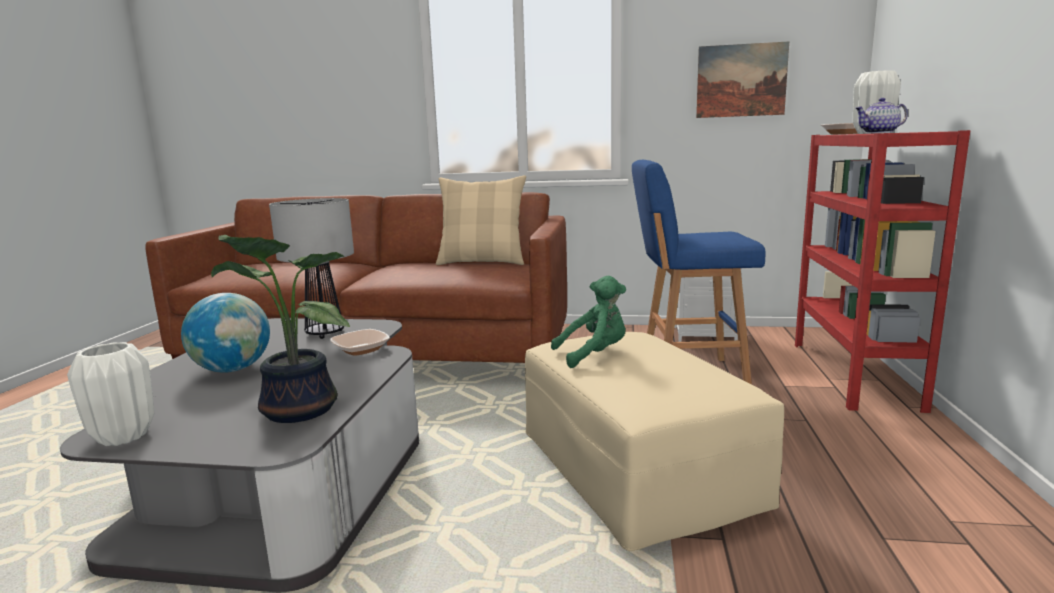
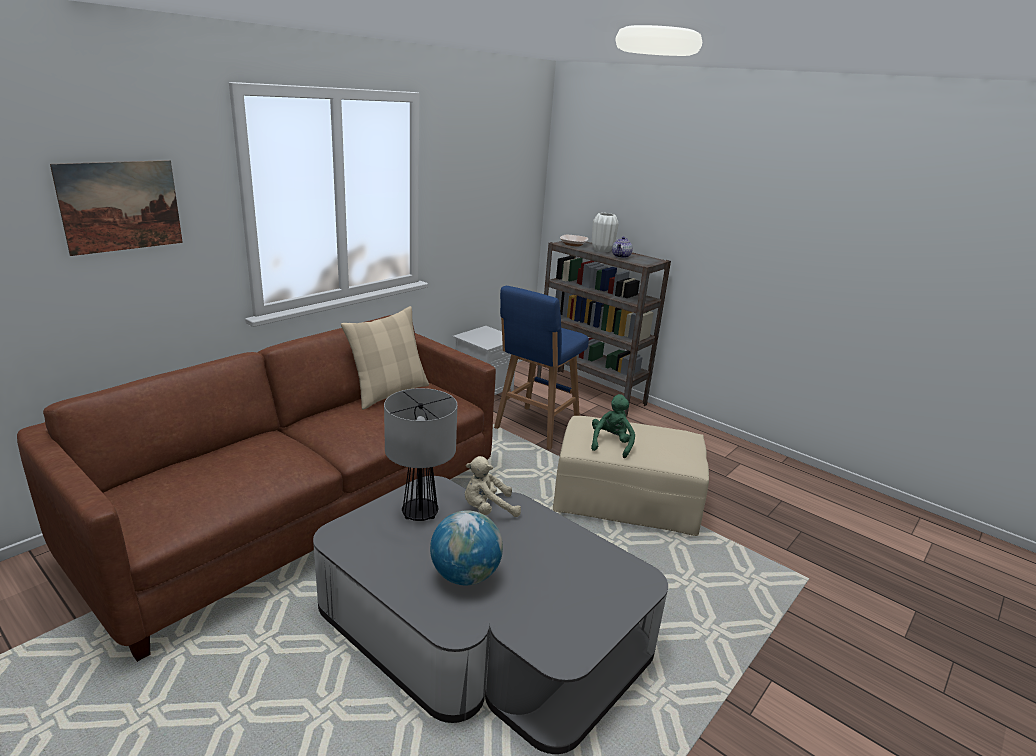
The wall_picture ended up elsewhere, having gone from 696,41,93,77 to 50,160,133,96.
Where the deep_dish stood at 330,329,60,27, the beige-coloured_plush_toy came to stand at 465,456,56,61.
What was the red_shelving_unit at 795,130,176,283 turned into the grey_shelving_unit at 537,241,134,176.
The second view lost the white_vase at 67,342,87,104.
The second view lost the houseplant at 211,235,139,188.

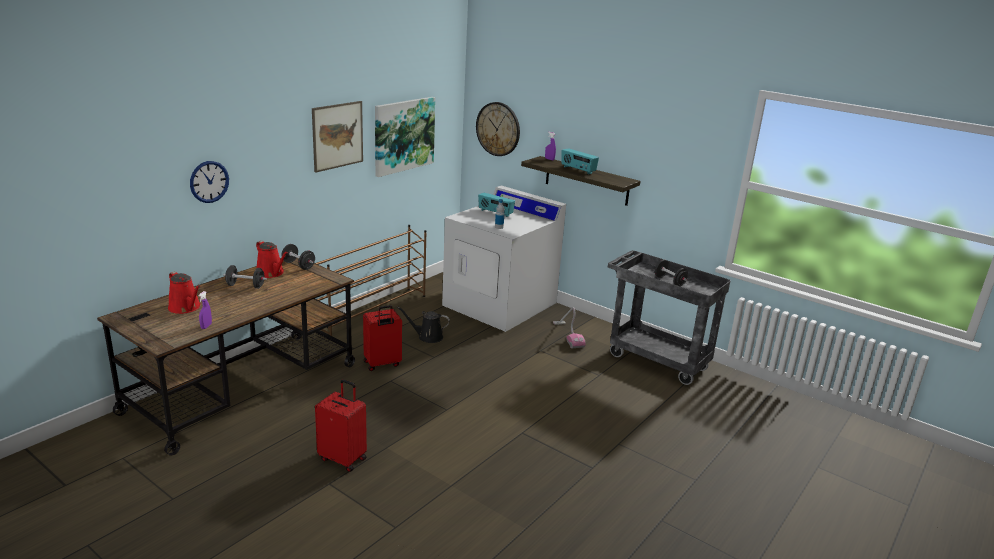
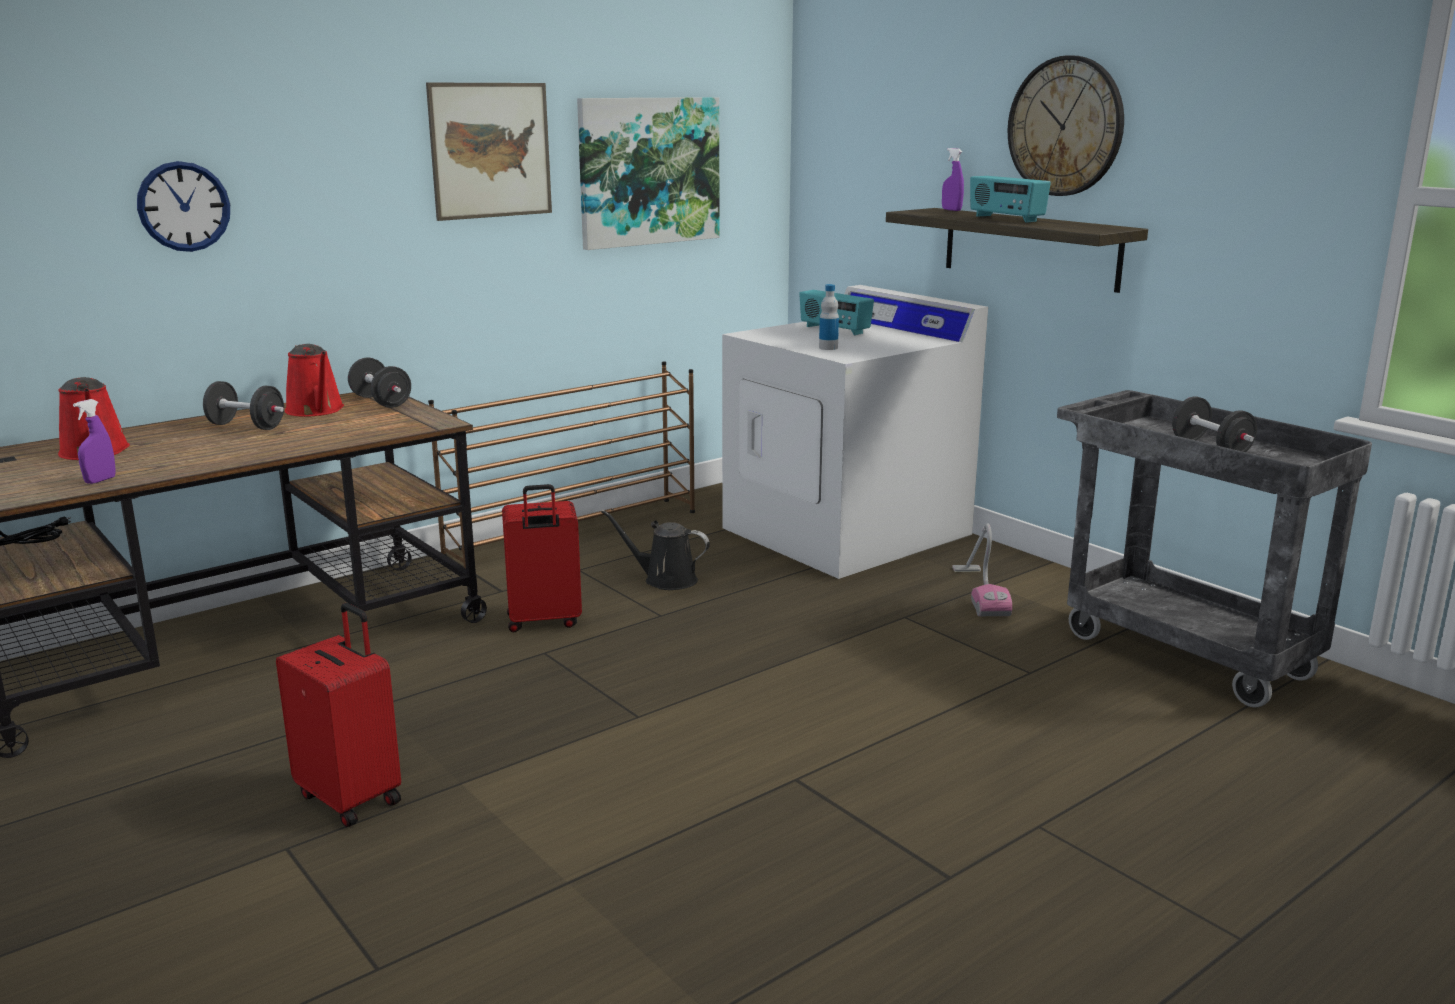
The hanging_clock ended up elsewhere, having gone from 476,102,44,54 to 1008,55,116,141.

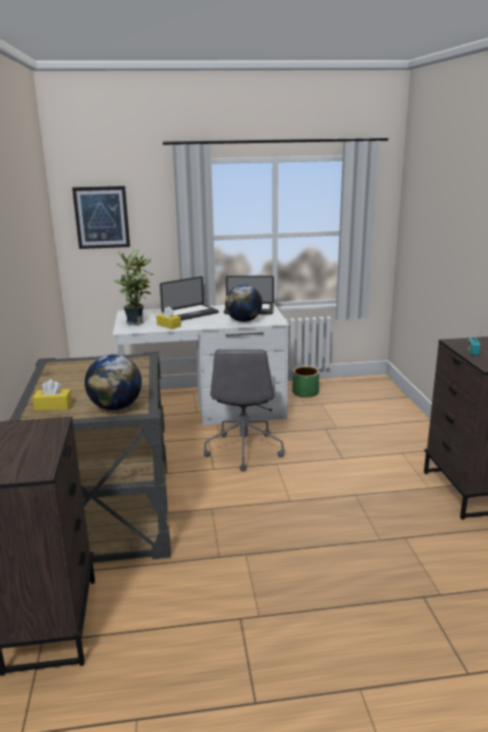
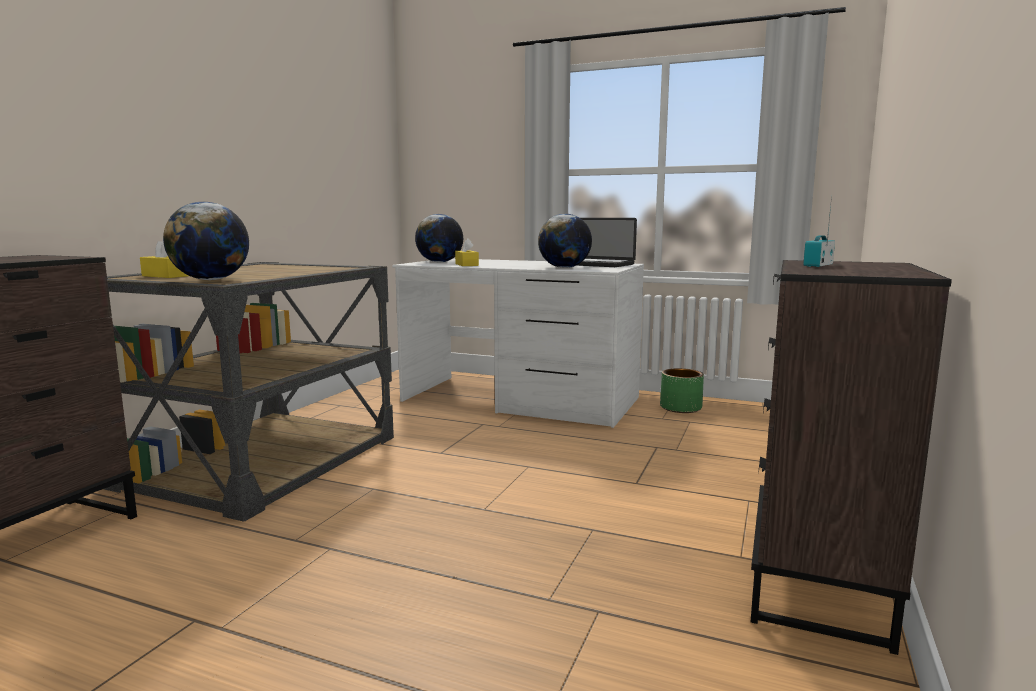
Where the houseplant stood at 114,250,39,75, the globe came to stand at 415,214,48,48.
The second view lost the wall_picture at 72,186,58,63.
The second view lost the notebook_computer at 160,276,59,45.
The second view lost the grey_computer_chair at 203,349,81,122.

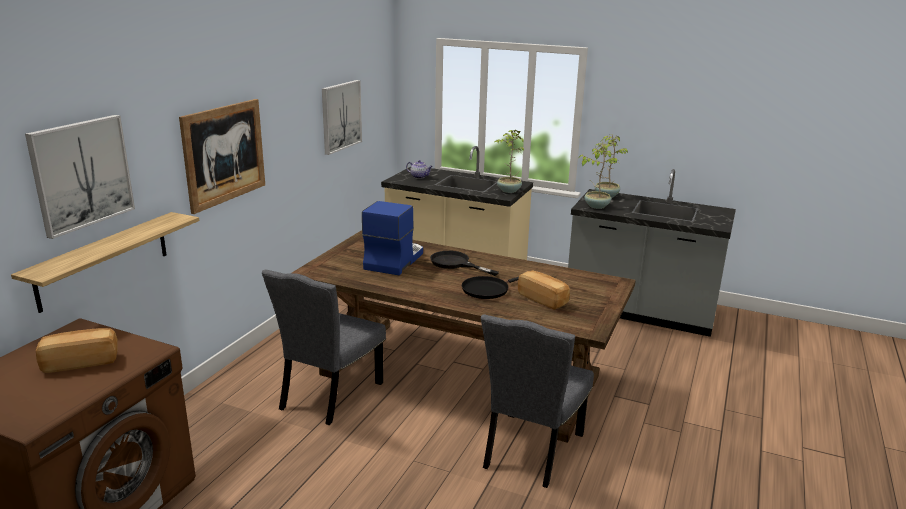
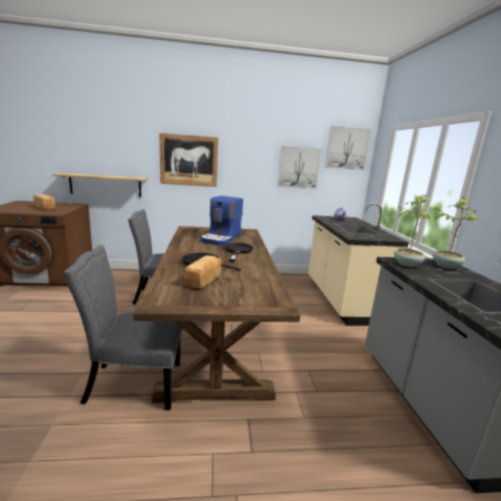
The coffee_machine at 362,201,61,74 ended up facing another way, 120 degrees clockwise from before.
The wall_picture ended up elsewhere, having gone from 25,115,110,124 to 325,126,46,45.
The second view lost the houseplant at 495,130,29,63.

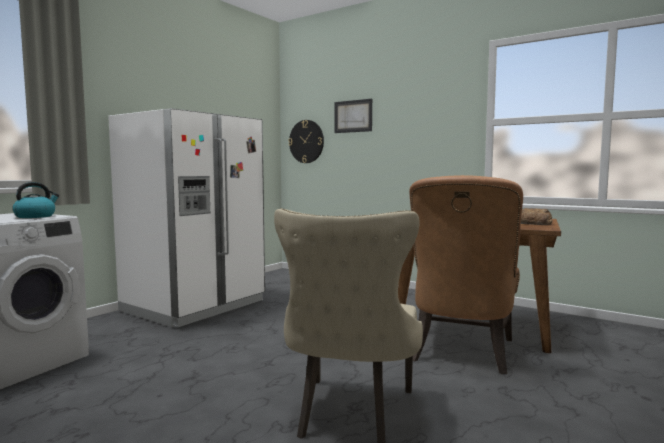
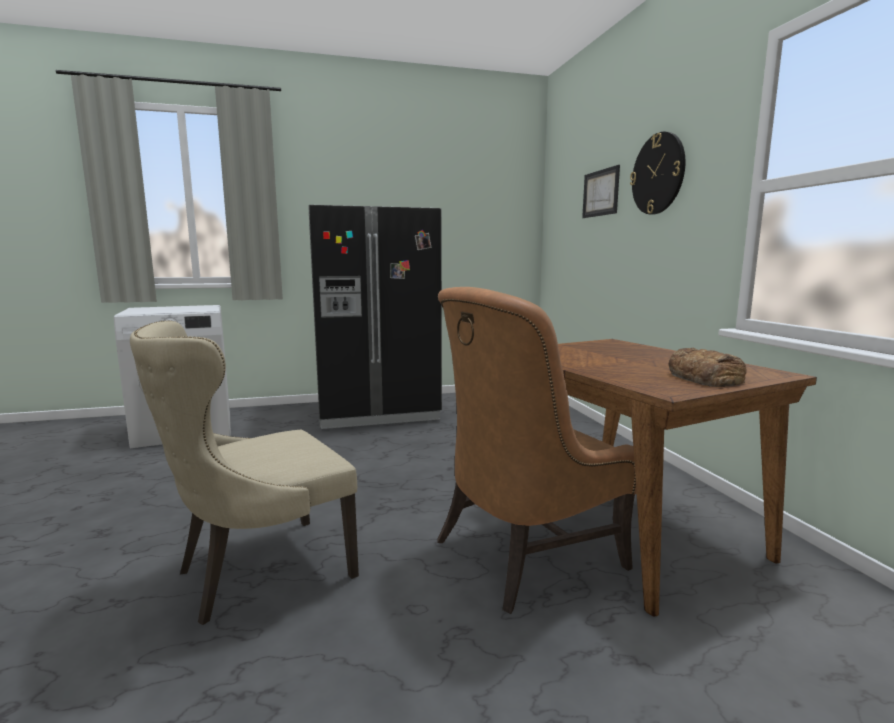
What was the white_refrigerator at 108,108,157,219 turned into the black_refrigerator at 308,205,134,224.
The hanging_clock ended up elsewhere, having gone from 288,120,36,43 to 630,132,55,82.
The second view lost the kettle at 12,182,47,36.

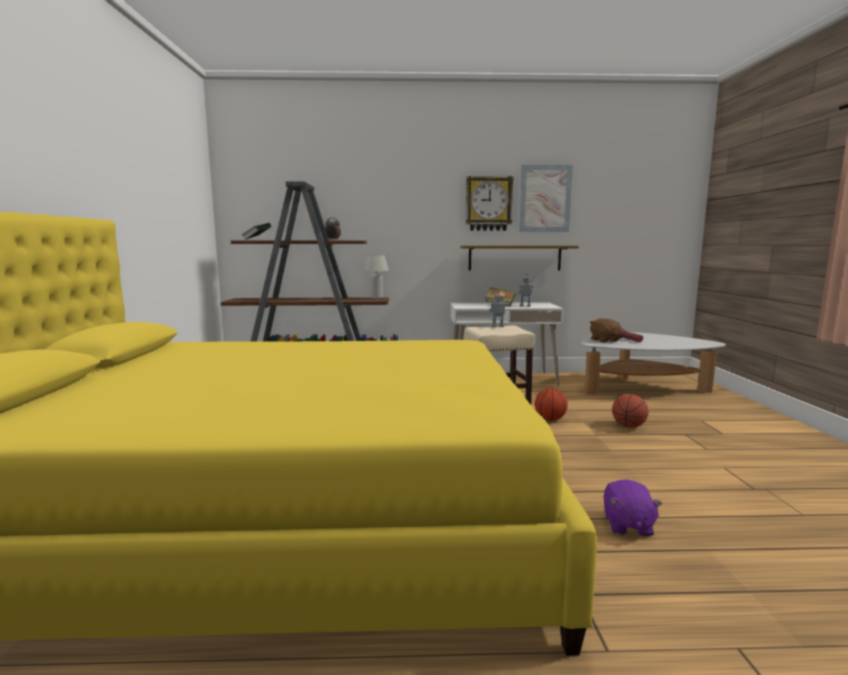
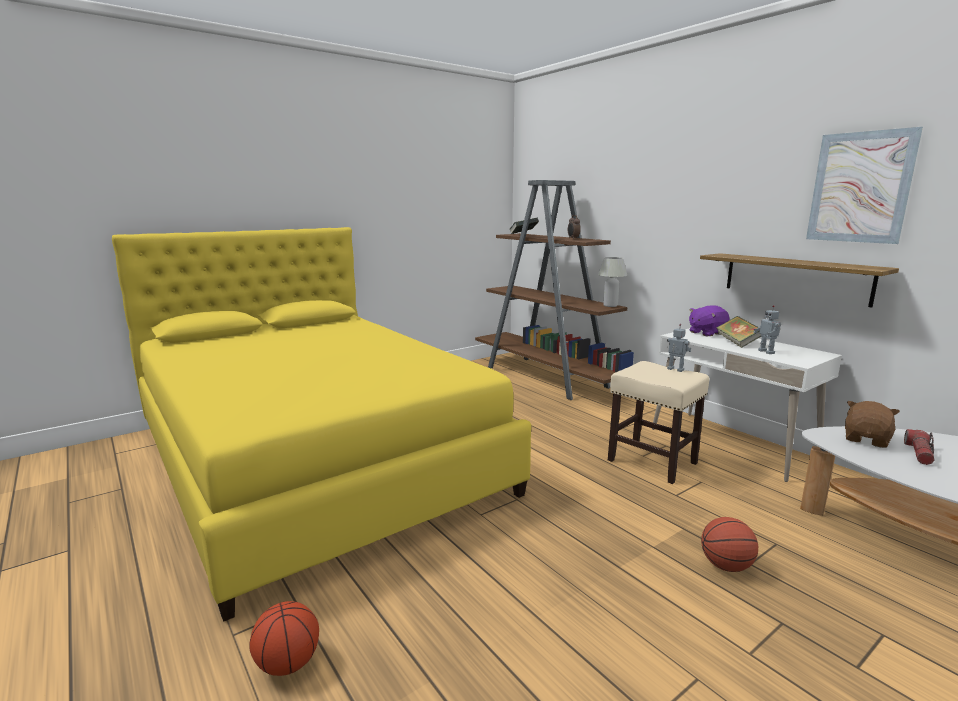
The ball_for_basketball ended up elsewhere, having gone from 535,388,33,33 to 249,601,70,75.
The purplish_plush_toy ended up elsewhere, having gone from 603,479,59,58 to 689,306,41,30.
The second view lost the hanging_clock at 466,176,48,55.

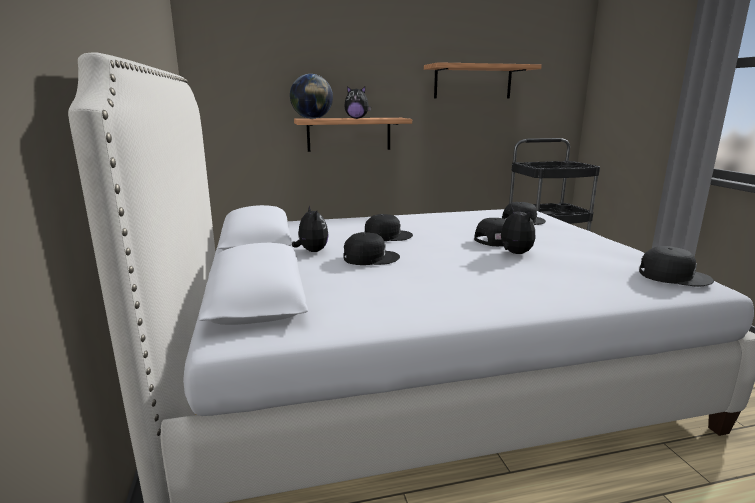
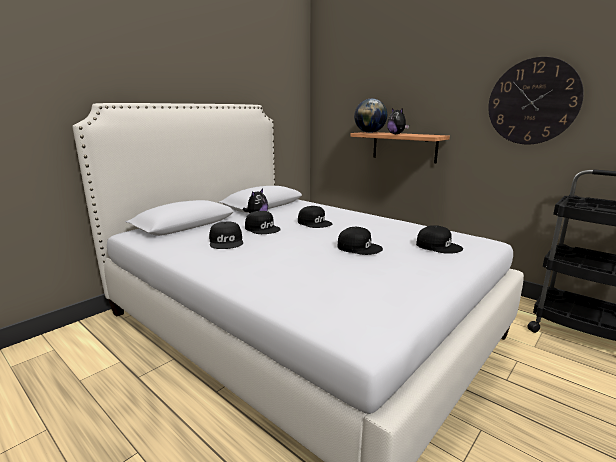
The black_peaked_cap ended up elsewhere, having gone from 639,246,75,41 to 209,222,34,27.
Where the wall_shelf hung at 424,62,118,37, the hanging_clock came to hang at 488,57,96,88.
The second view lost the plush_toy at 495,206,41,48.

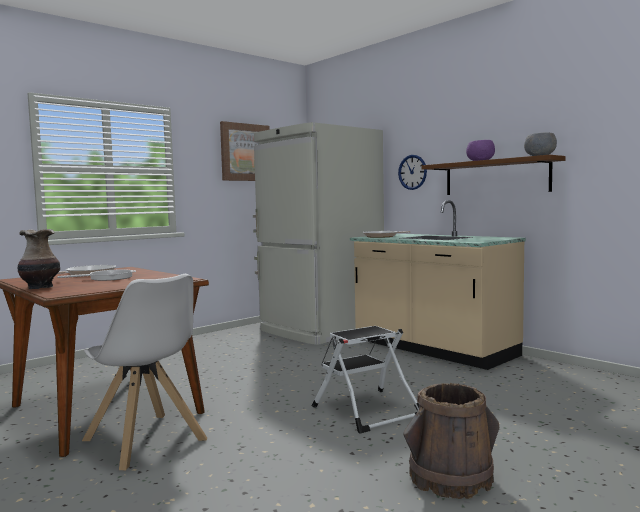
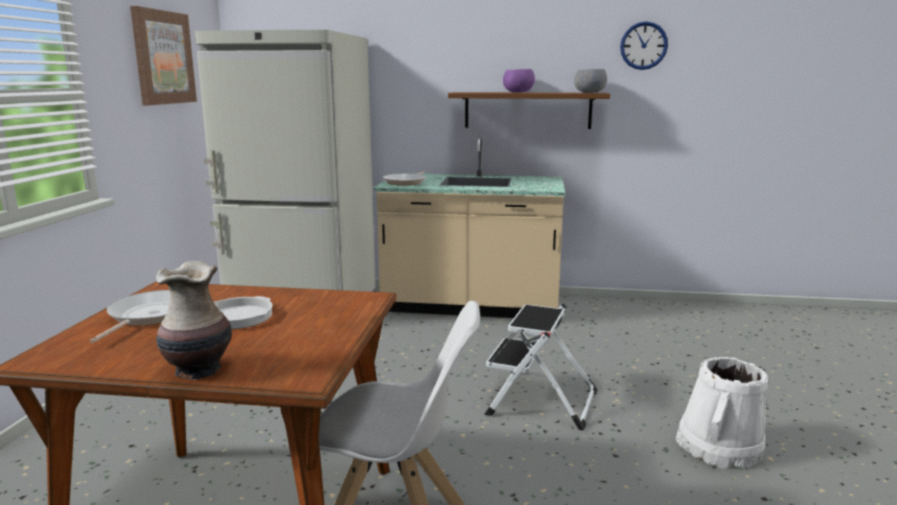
The hanging_clock ended up elsewhere, having gone from 398,155,29,35 to 620,21,48,49.
What was the brown-coloured_pail at 403,383,96,116 turned into the white_pail at 676,357,92,112.

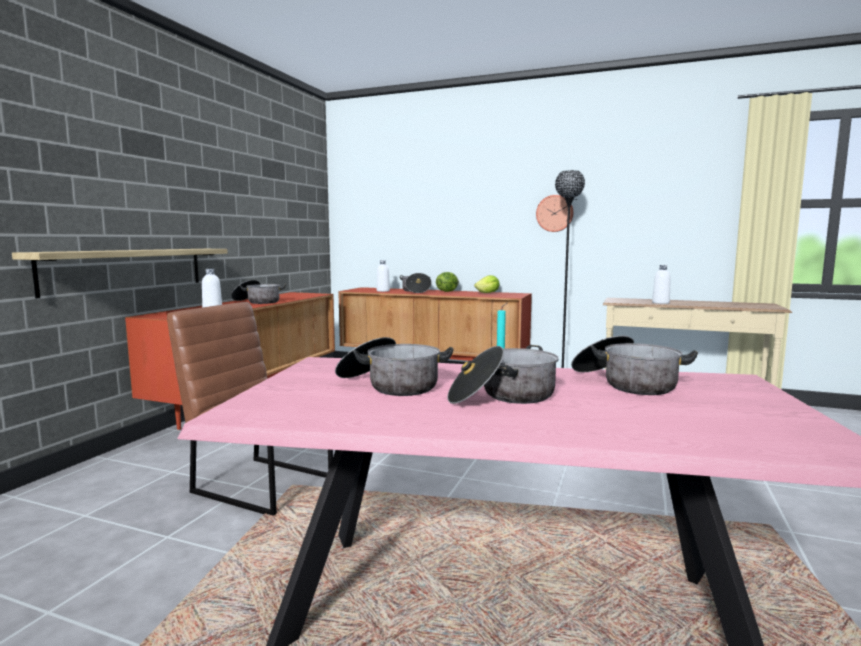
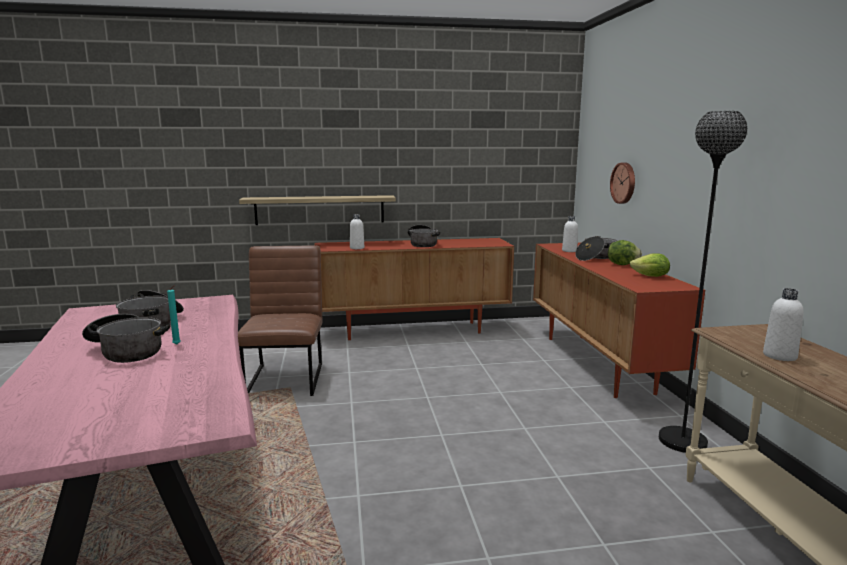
The hanging_clock ended up elsewhere, having gone from 536,195,38,37 to 610,163,25,41.
The second view lost the stockpot at 571,336,127,59.

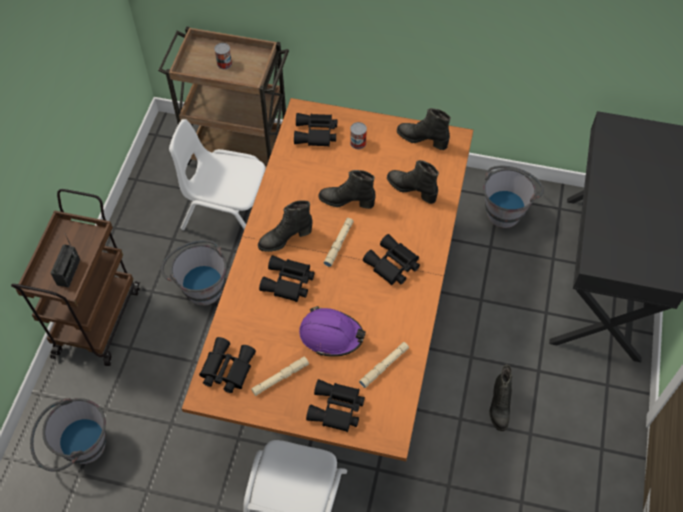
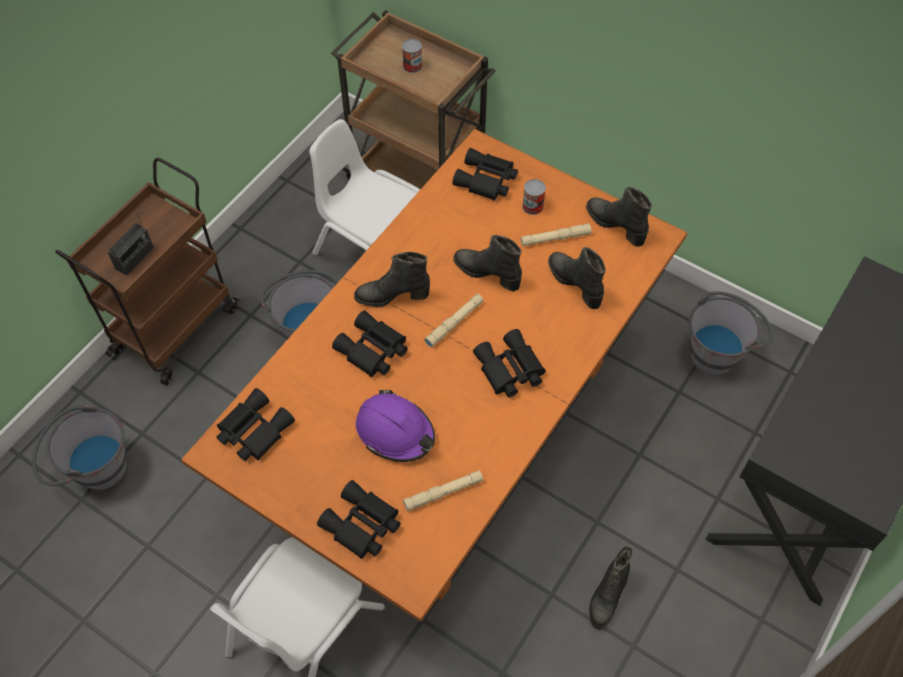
The beige-coloured_hand_torch ended up elsewhere, having gone from 251,356,58,40 to 521,223,71,23.

